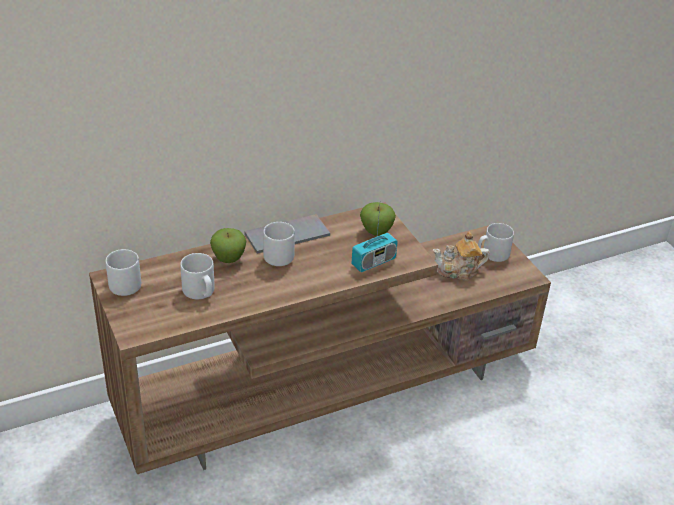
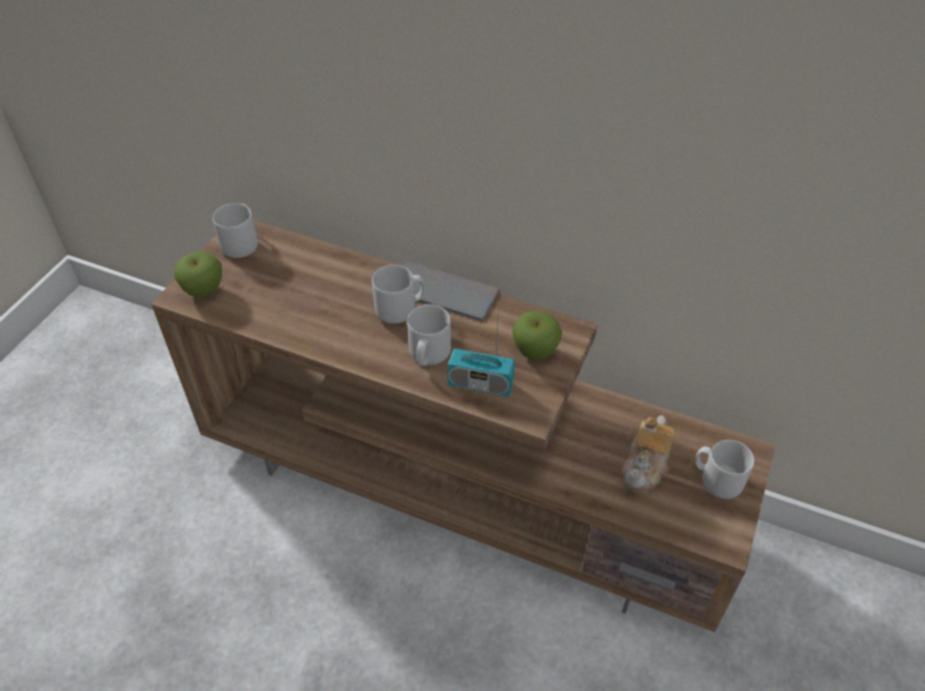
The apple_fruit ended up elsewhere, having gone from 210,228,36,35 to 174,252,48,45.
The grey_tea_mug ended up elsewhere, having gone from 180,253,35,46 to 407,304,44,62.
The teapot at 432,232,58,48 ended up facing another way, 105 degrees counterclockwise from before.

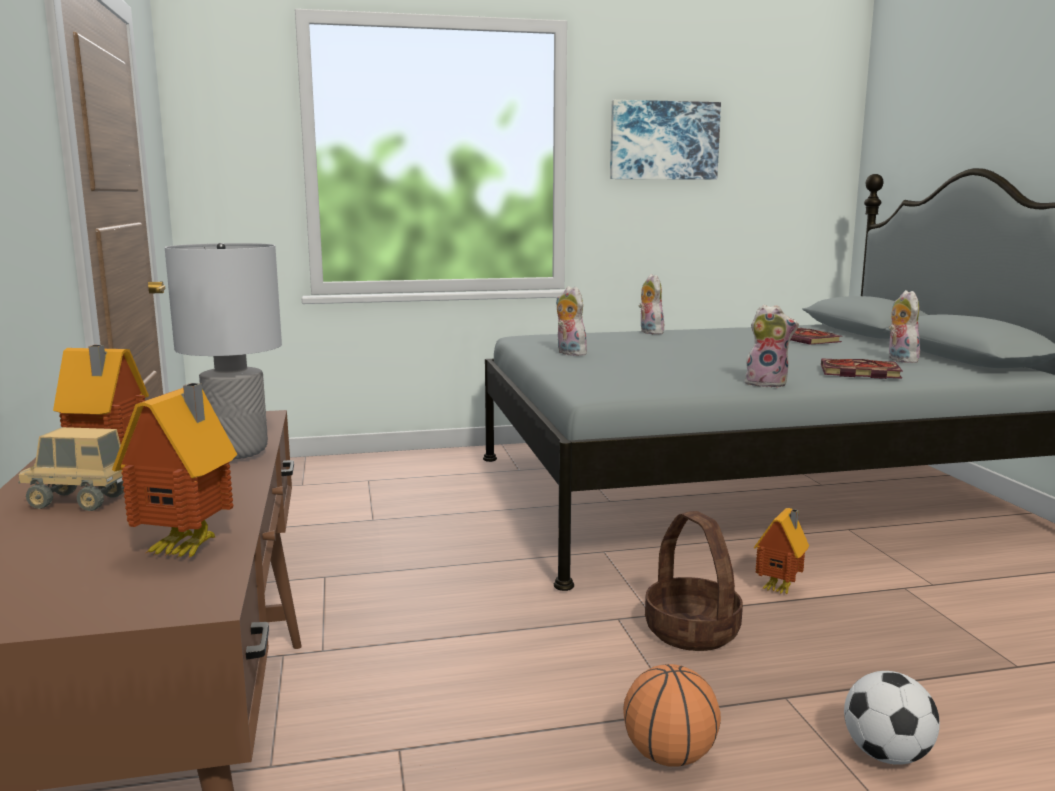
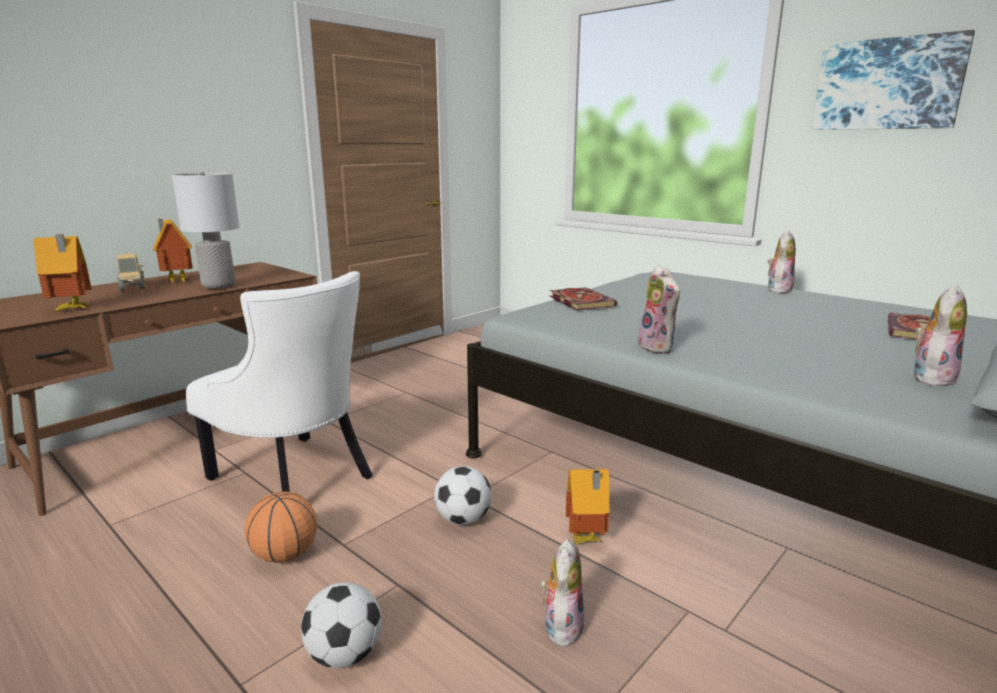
The second view gained the white_plain_chair at 186,271,187,221.
Where the basket stood at 645,511,98,140, the football_ball came to stand at 434,466,58,59.
The plush_toy ended up elsewhere, having gone from 556,286,31,70 to 540,539,44,108.
The bound_book ended up elsewhere, having gone from 821,358,82,21 to 550,287,67,24.

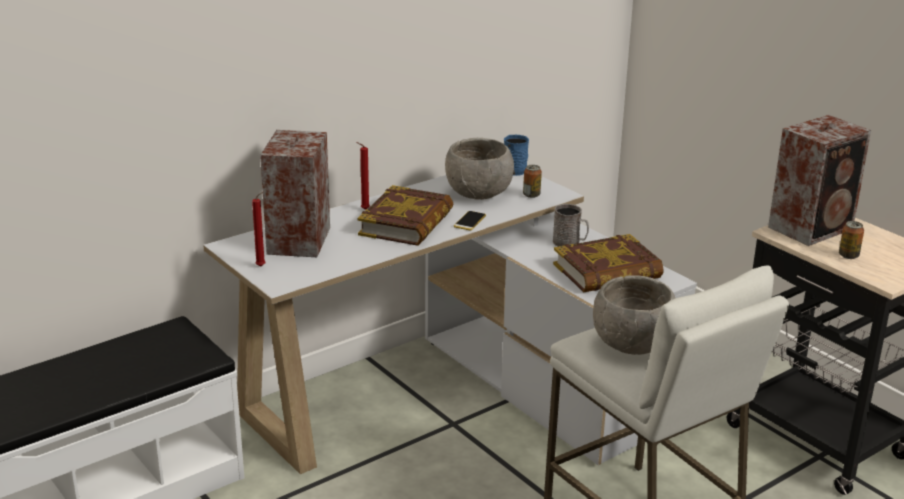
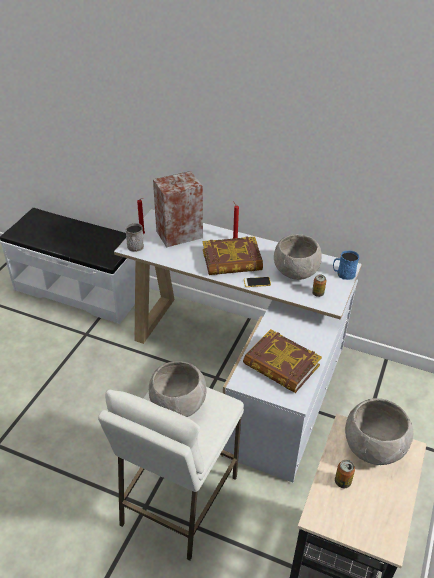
The grey_tea_mug ended up elsewhere, having gone from 553,204,36,43 to 125,223,19,29.
Where the speaker stood at 768,115,103,131, the grey_deep_dish came to stand at 345,398,68,67.

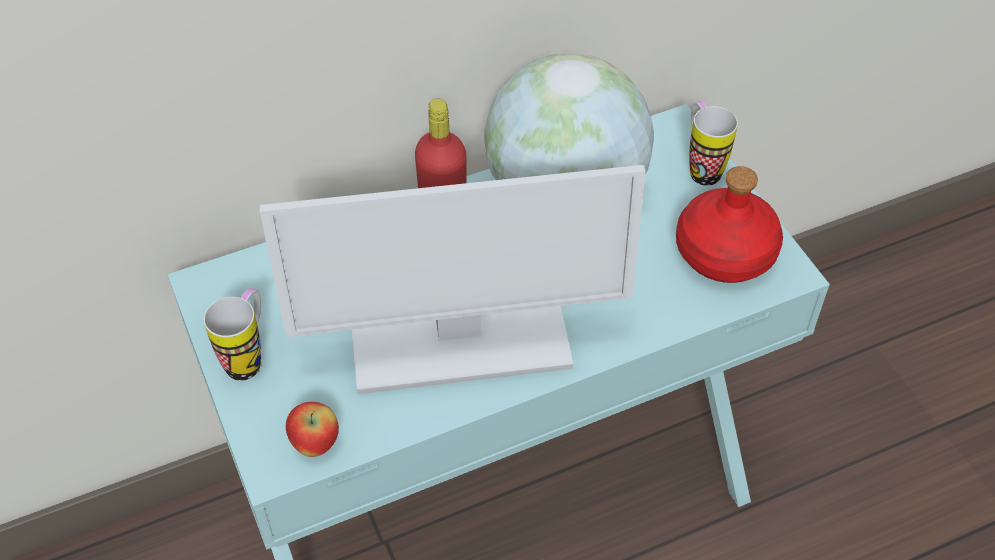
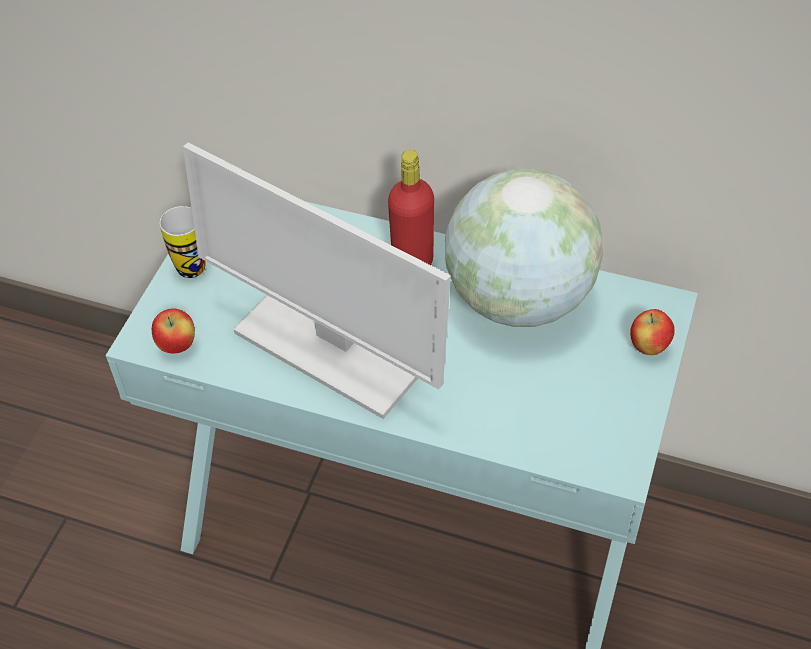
Where the tea_mug stood at 689,101,49,85, the apple_fruit came to stand at 630,309,45,46.
The second view lost the red_drink_bottle at 676,166,107,117.

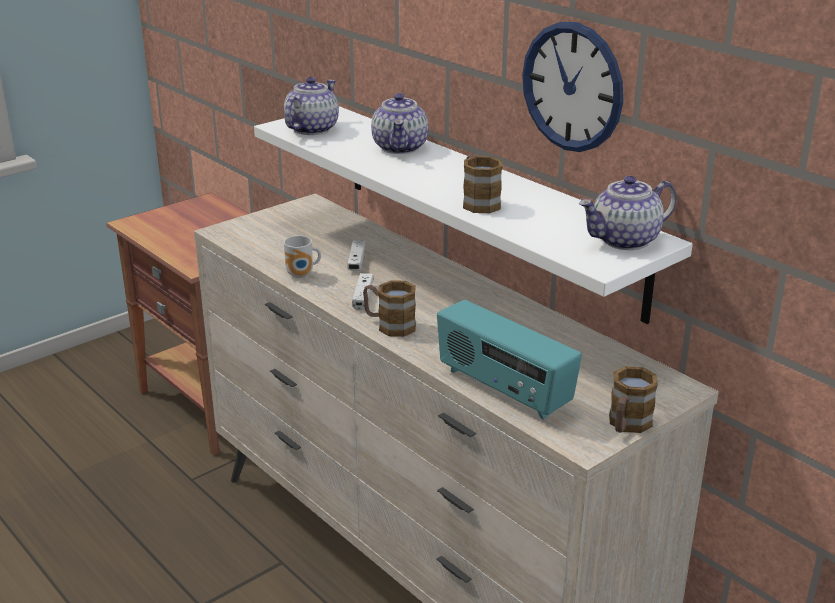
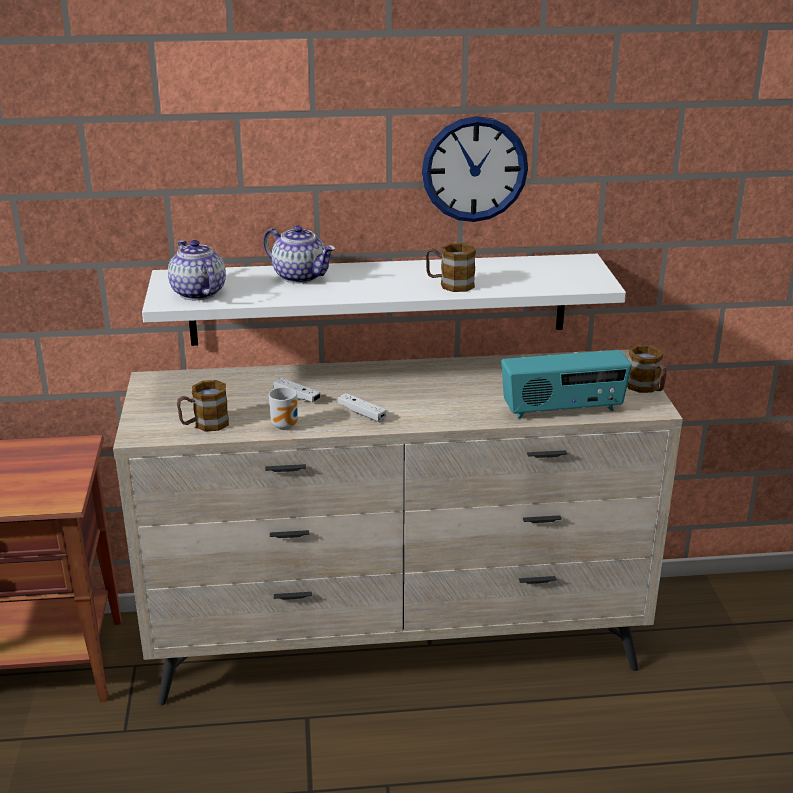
The tea_mug ended up elsewhere, having gone from 363,280,53,57 to 177,380,52,52.
The second view lost the teapot at 579,176,98,74.

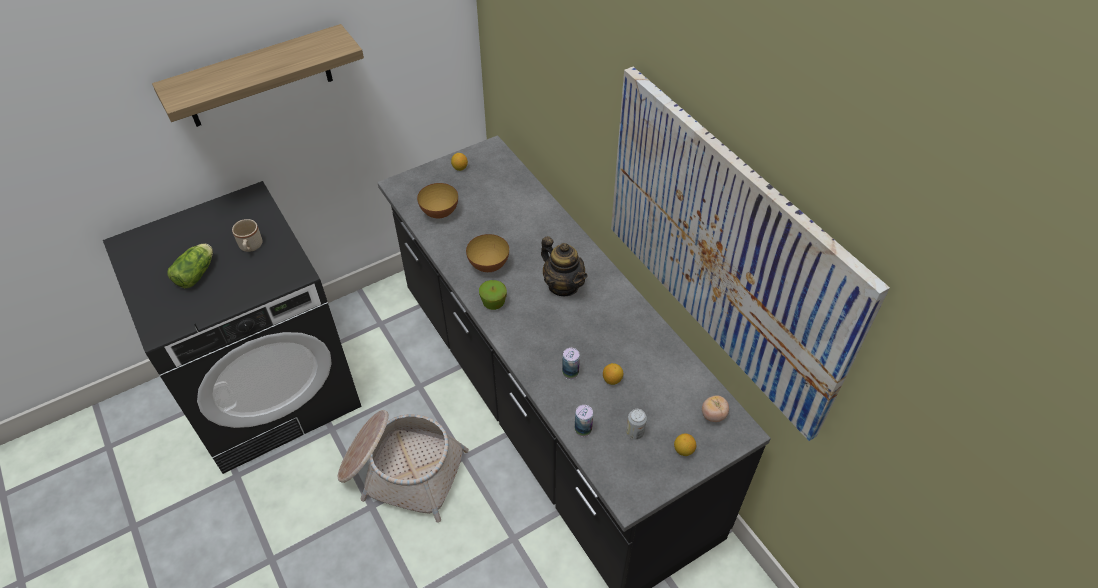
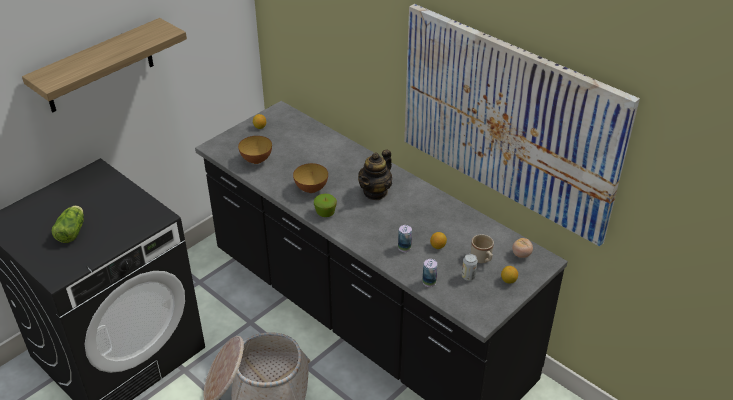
The teapot at 541,236,47,60 ended up facing another way, 90 degrees clockwise from before.
The beige-coloured_tea_mug ended up elsewhere, having gone from 232,219,30,33 to 471,234,23,29.

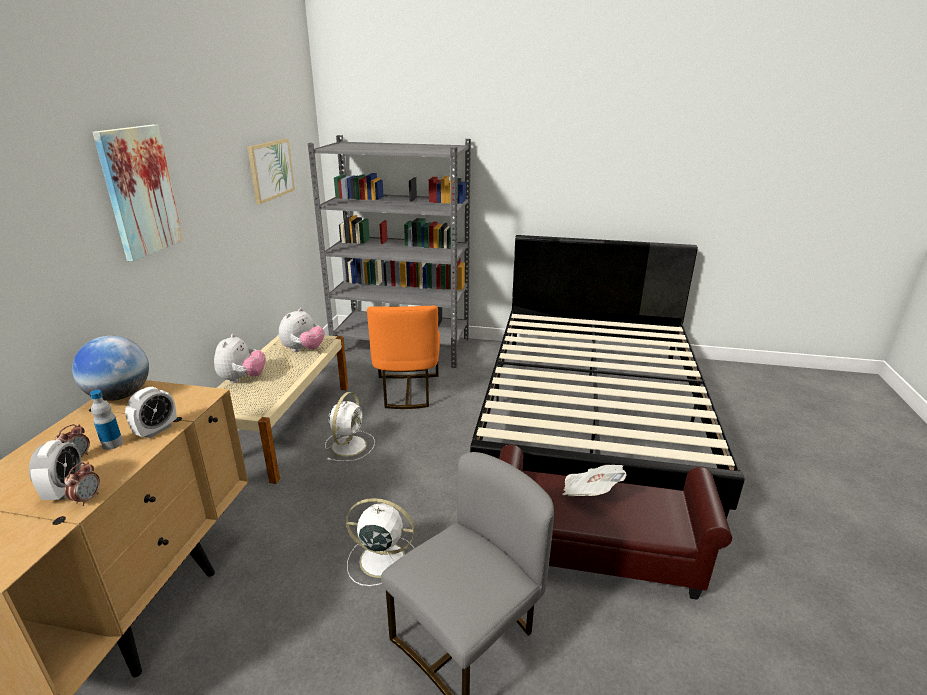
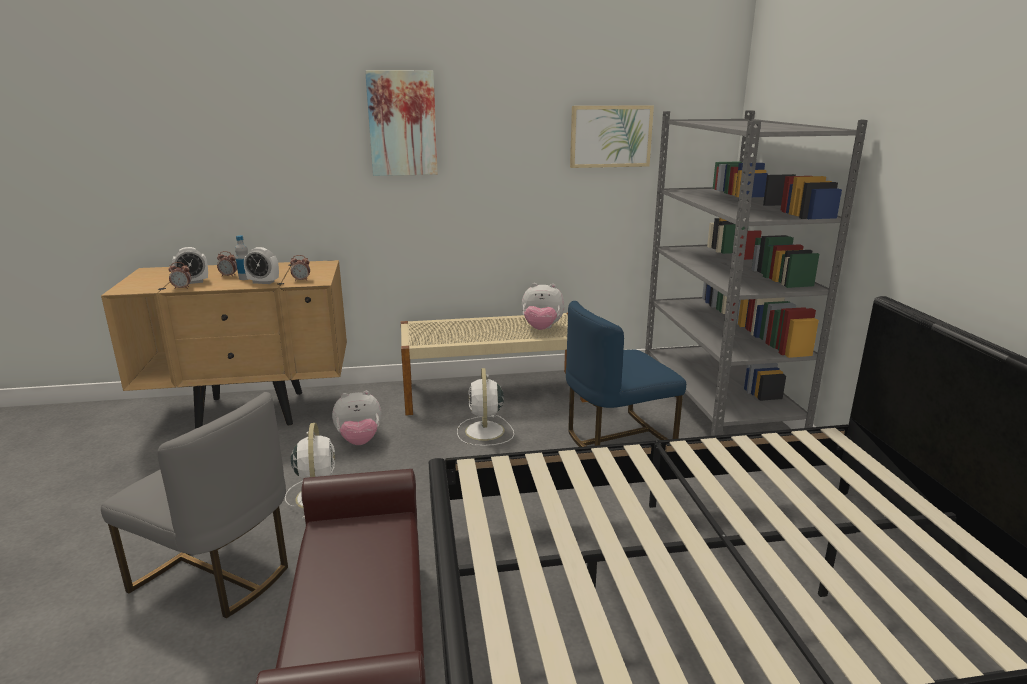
The second view gained the bedside_clock at 290,255,20,26.
The plush_toy ended up elsewhere, having gone from 214,334,52,49 to 332,391,50,54.
The white_cooling_fan at 325,392,50,69 ended up facing another way, 90 degrees clockwise from before.
What was the orangey_plain_chair at 367,306,73,103 turned into the blue-coloured_plain_chair at 566,301,120,146.
The second view lost the globe at 72,336,77,65.
The second view lost the newspaper at 562,465,65,31.

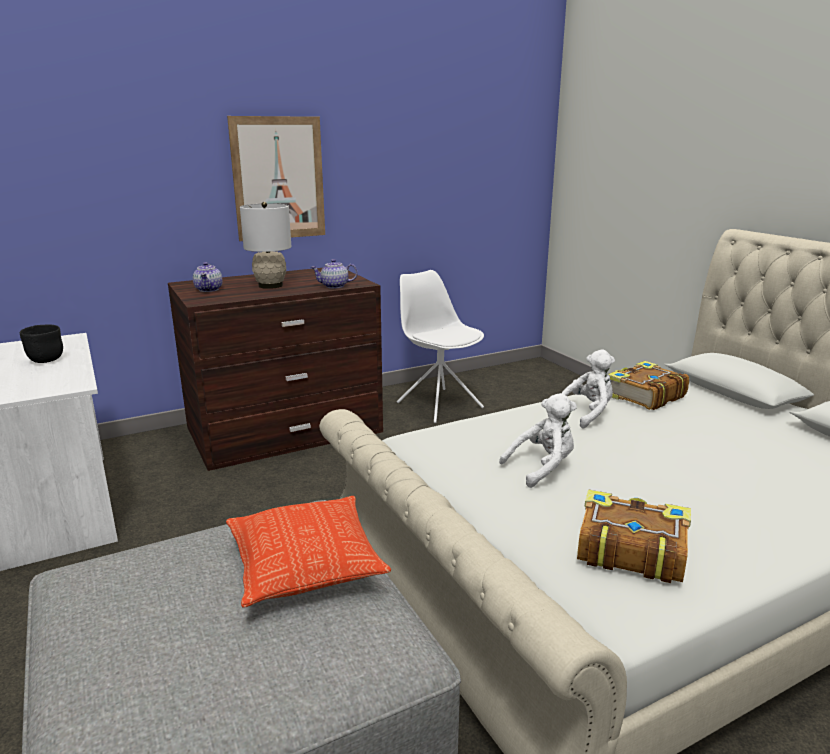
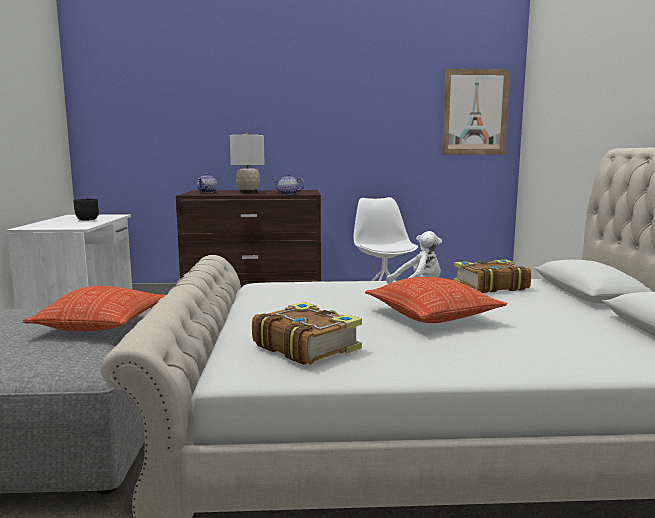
The second view gained the orangey_cushion at 365,277,142,46.
The wall_picture ended up elsewhere, having gone from 227,116,98,125 to 442,69,68,85.
The second view lost the white_plush_toy at 499,393,78,95.

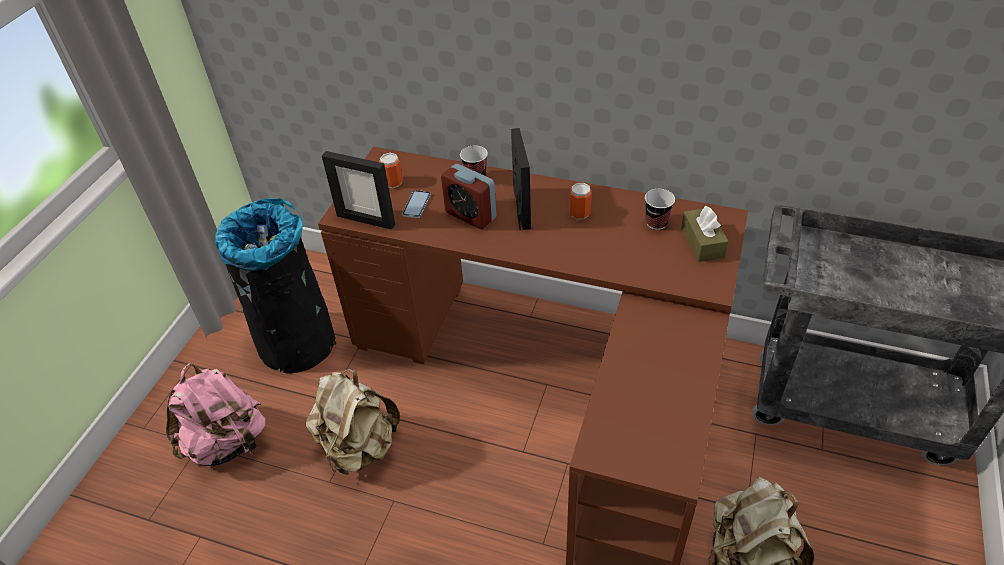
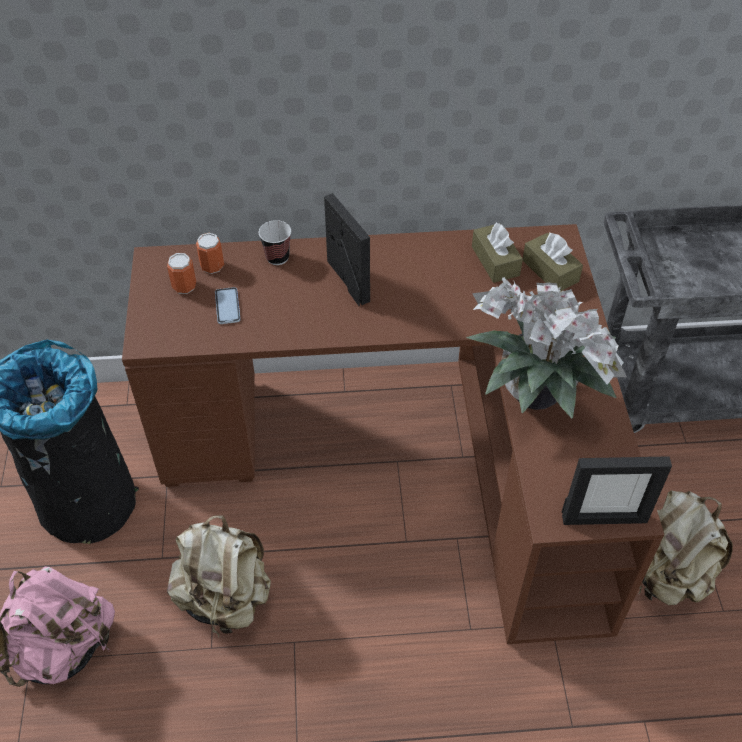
The can ended up elsewhere, having gone from 570,183,21,36 to 196,233,28,41.
The second view gained the houseplant at 466,277,161,141.
Where the small_cup stood at 645,189,30,41, the brown-coloured_tissue_box came to stand at 472,222,51,61.
The picture_frame ended up elsewhere, having gone from 322,151,73,79 to 562,456,110,69.
The second view lost the bedside_clock at 441,164,55,65.

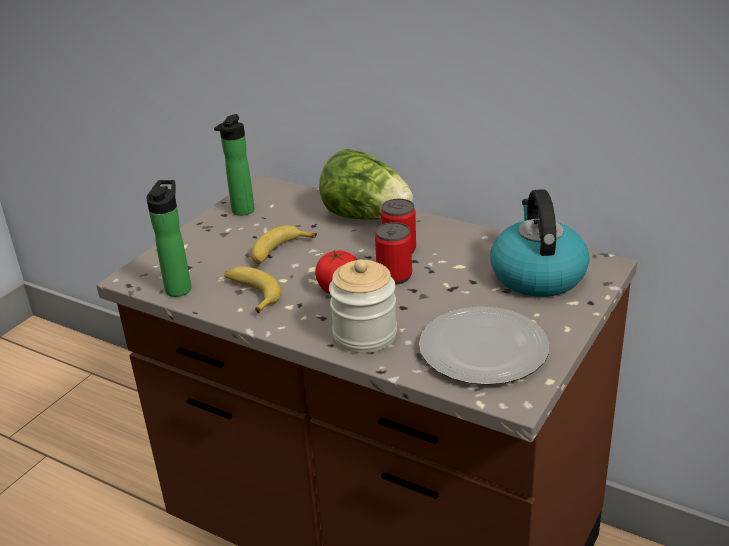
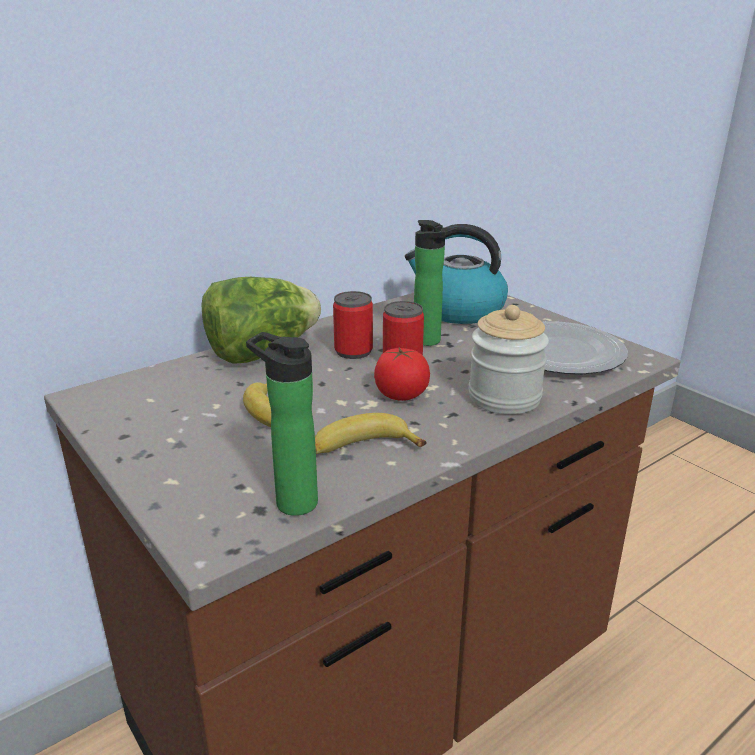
The drink_bottle ended up elsewhere, having gone from 214,114,41,102 to 414,220,43,126.

